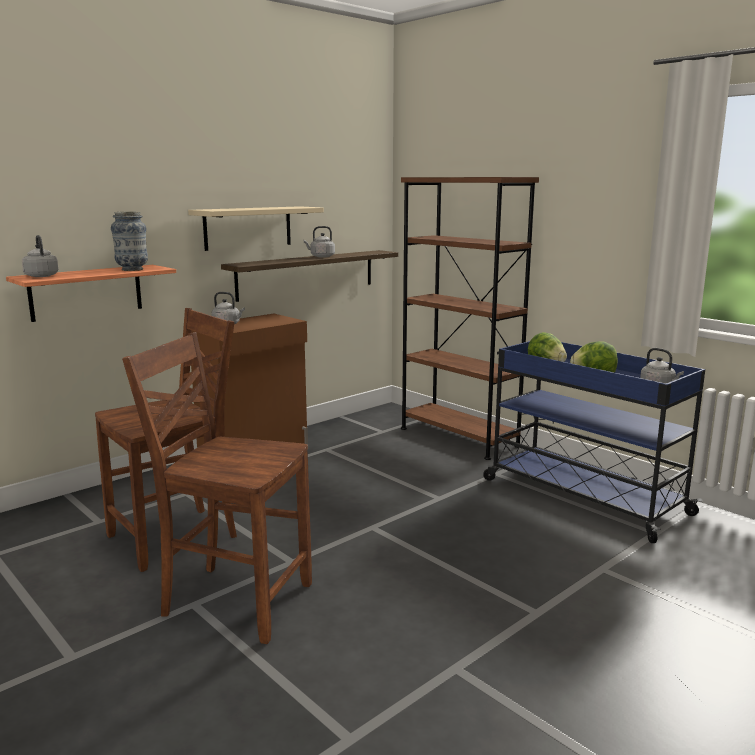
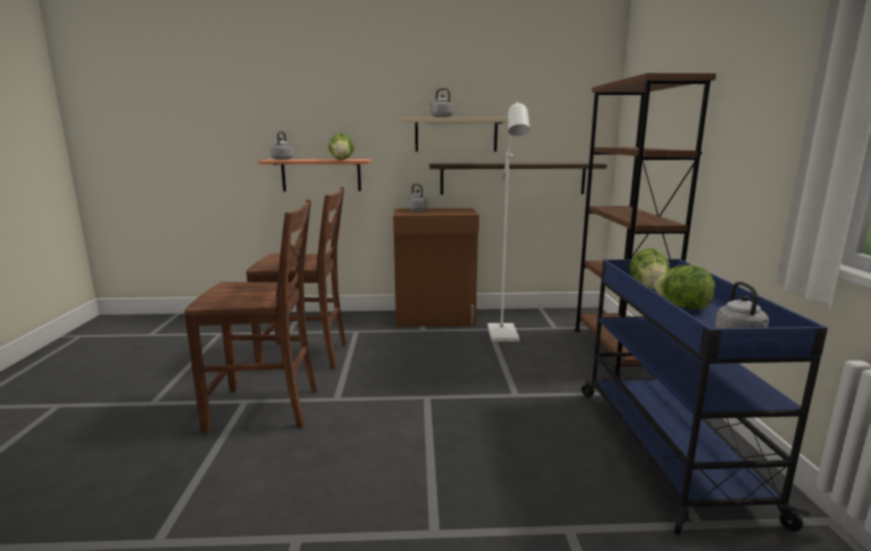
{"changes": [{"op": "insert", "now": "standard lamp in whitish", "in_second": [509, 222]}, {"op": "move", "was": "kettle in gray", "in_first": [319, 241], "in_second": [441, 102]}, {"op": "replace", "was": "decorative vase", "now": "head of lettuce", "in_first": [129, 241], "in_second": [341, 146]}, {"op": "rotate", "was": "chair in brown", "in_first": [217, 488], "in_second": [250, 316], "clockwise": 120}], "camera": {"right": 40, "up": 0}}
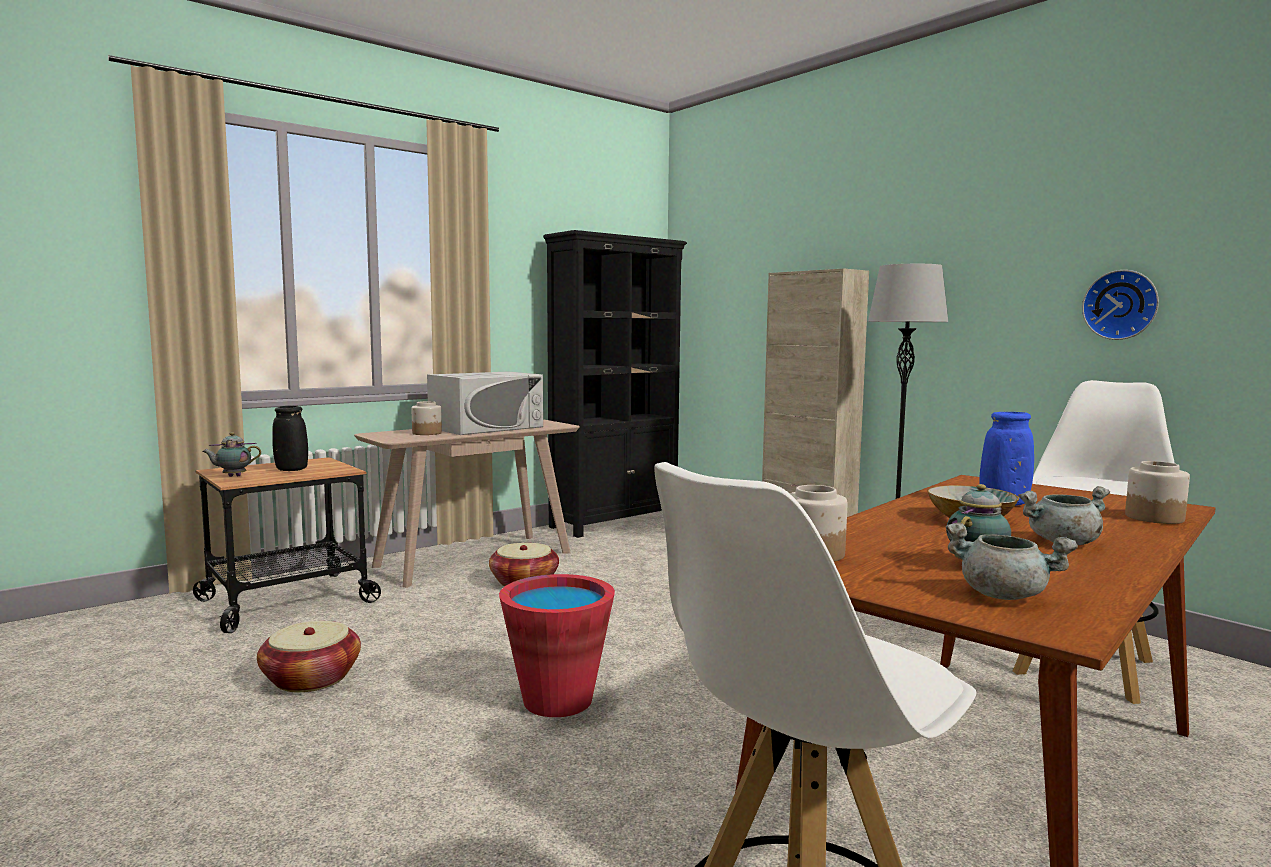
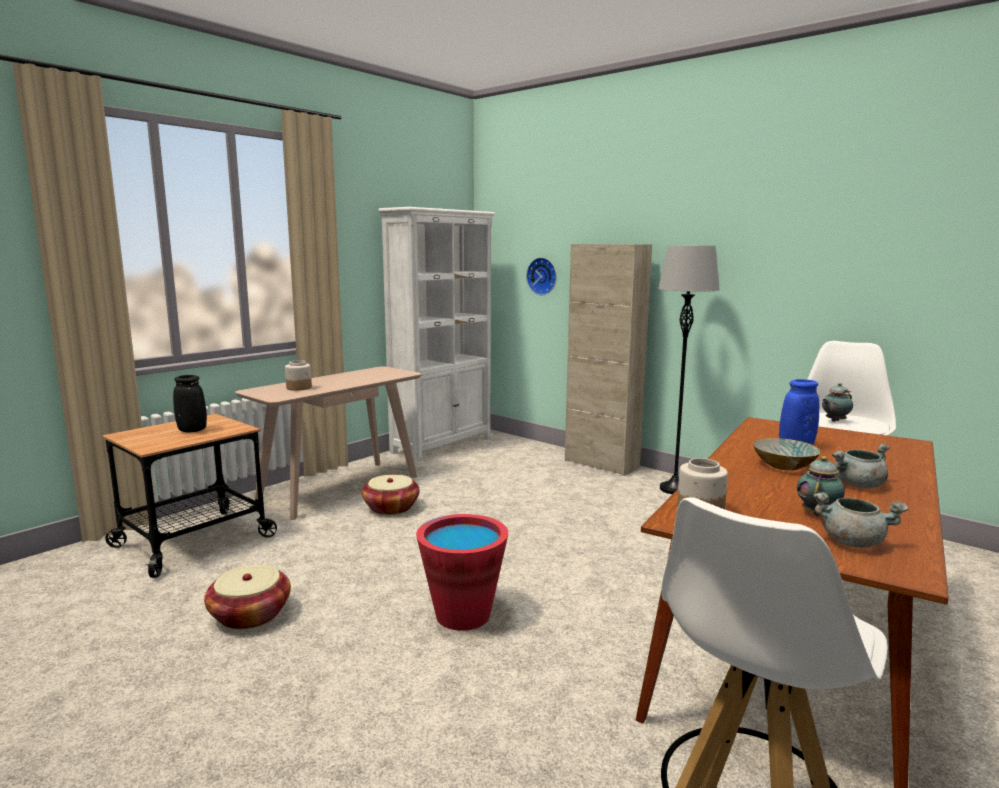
{"changes": [{"op": "delete", "was": "microwave in whitish", "in_first": [485, 403]}, {"op": "delete", "was": "storage jar", "in_first": [1157, 492]}, {"op": "move", "was": "teapot", "in_first": [231, 454], "in_second": [837, 402]}, {"op": "move", "was": "wall clock", "in_first": [1120, 305], "in_second": [541, 276]}, {"op": "recolor", "was": "bookshelf in black", "now": "bookshelf in whitish", "in_first": [615, 384], "in_second": [436, 334]}], "camera": {"right": -10, "up": 5}}
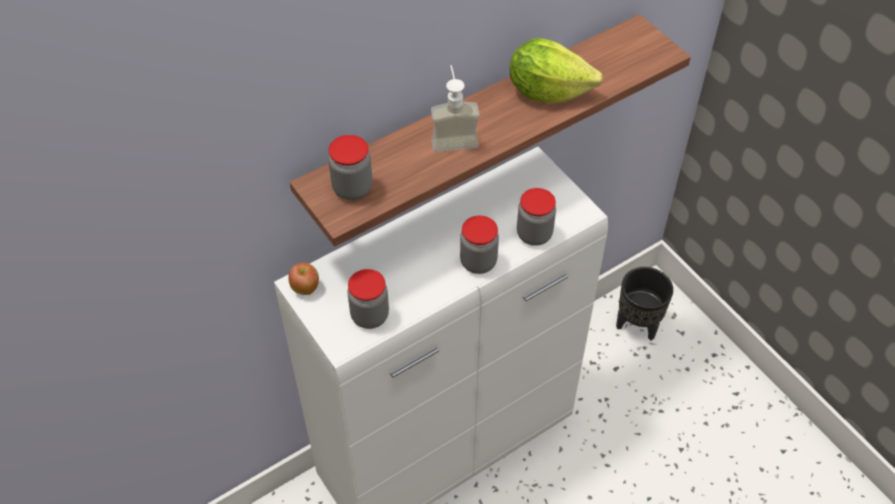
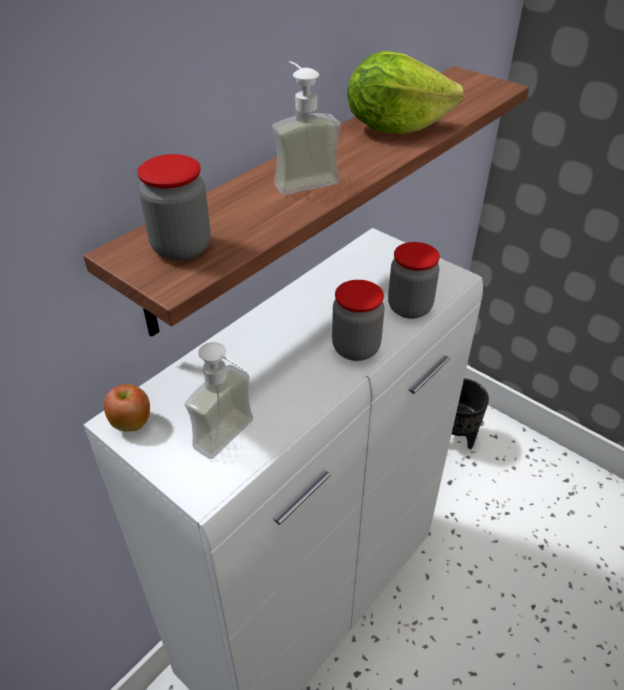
{"changes": [{"op": "replace", "was": "storage jar", "now": "soap bottle", "in_first": [368, 299], "in_second": [219, 400]}], "camera": {"right": -15, "up": -10}}
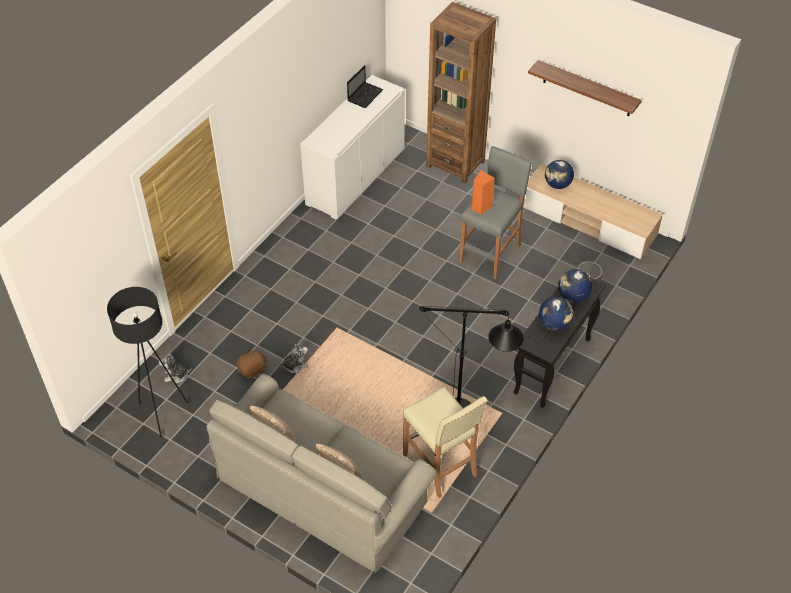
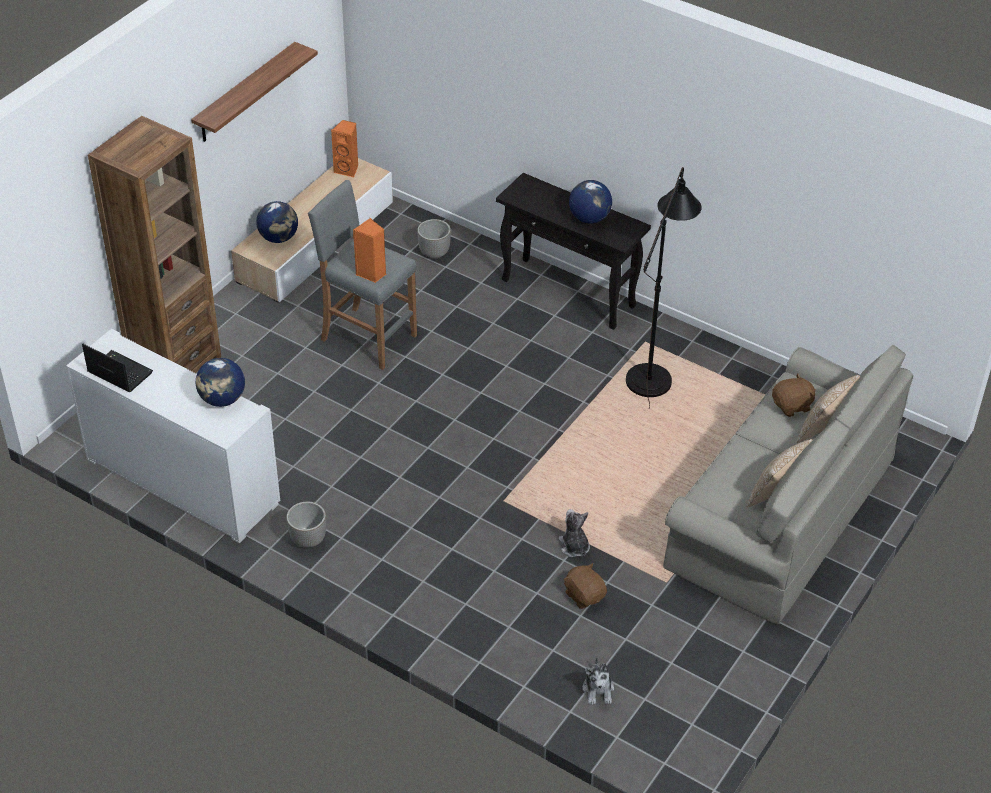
{"changes": [{"op": "delete", "was": "standard lamp in black", "in_first": [147, 362]}, {"op": "delete", "was": "stool in beige", "in_first": [445, 442]}, {"op": "insert", "now": "flower pot", "in_second": [306, 525]}, {"op": "insert", "now": "speaker in orange", "in_second": [345, 148]}, {"op": "insert", "now": "soft toy in brown", "in_second": [794, 395]}, {"op": "move", "was": "world globe", "in_first": [575, 286], "in_second": [220, 382]}], "camera": {"right": -90, "up": -5}}
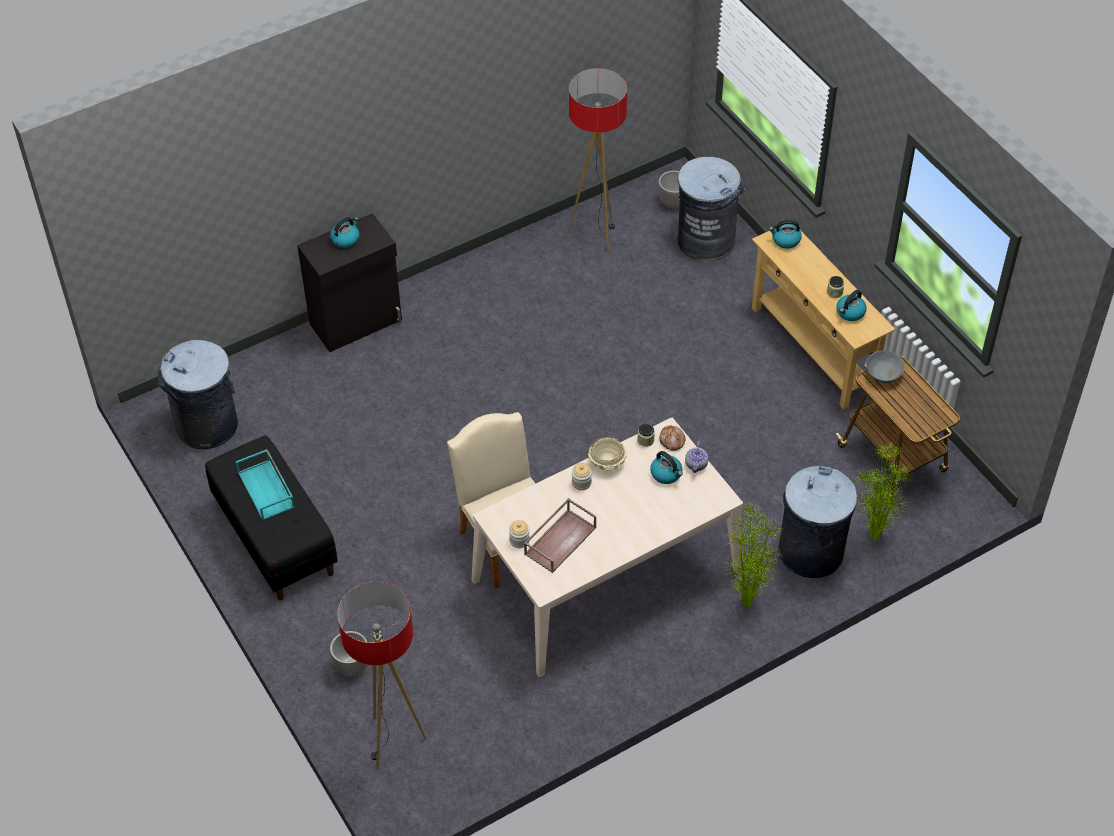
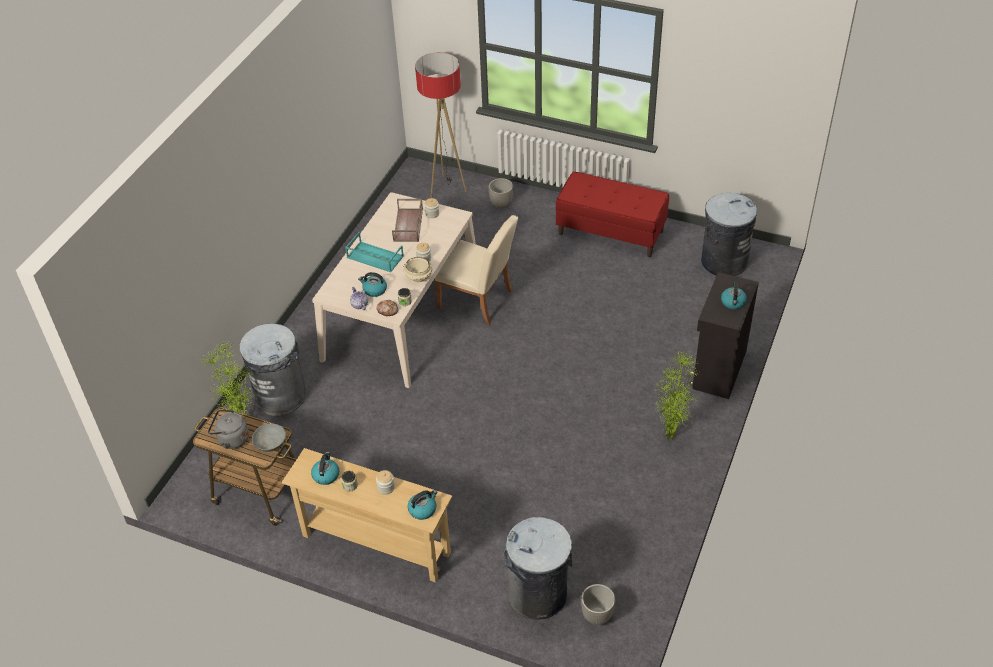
{"changes": [{"op": "delete", "was": "standard lamp", "in_first": [597, 160]}, {"op": "insert", "now": "kettle in gray", "in_second": [228, 429]}, {"op": "insert", "now": "storage jar", "in_second": [385, 482]}, {"op": "move", "was": "tray in turquoise-coloured", "in_first": [265, 484], "in_second": [374, 252]}, {"op": "move", "was": "plant in a pot", "in_first": [753, 555], "in_second": [676, 395]}, {"op": "recolor", "was": "long seat in black", "now": "long seat in red-coloured", "in_first": [271, 518], "in_second": [612, 214]}], "camera": {"right": 145, "up": -5}}
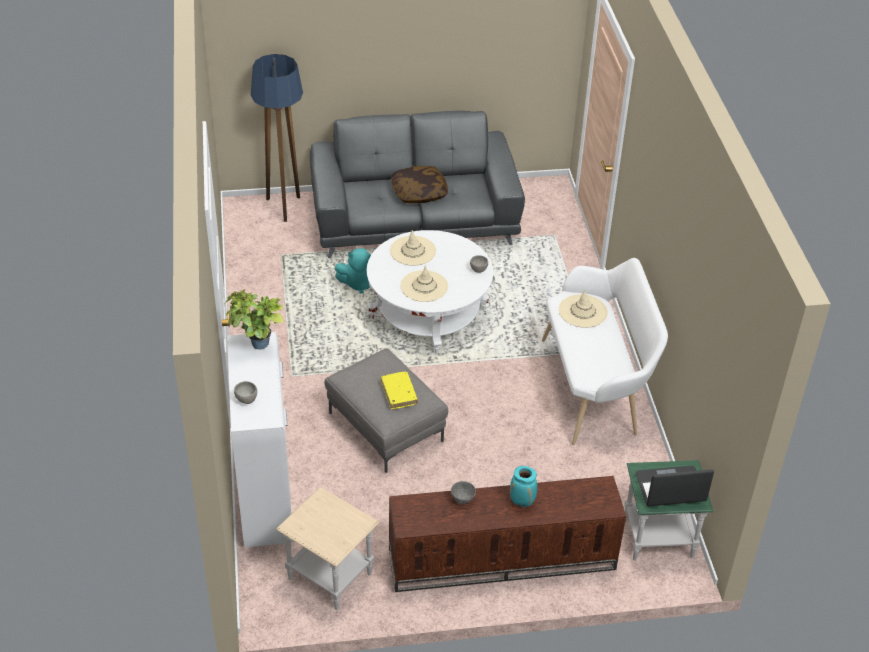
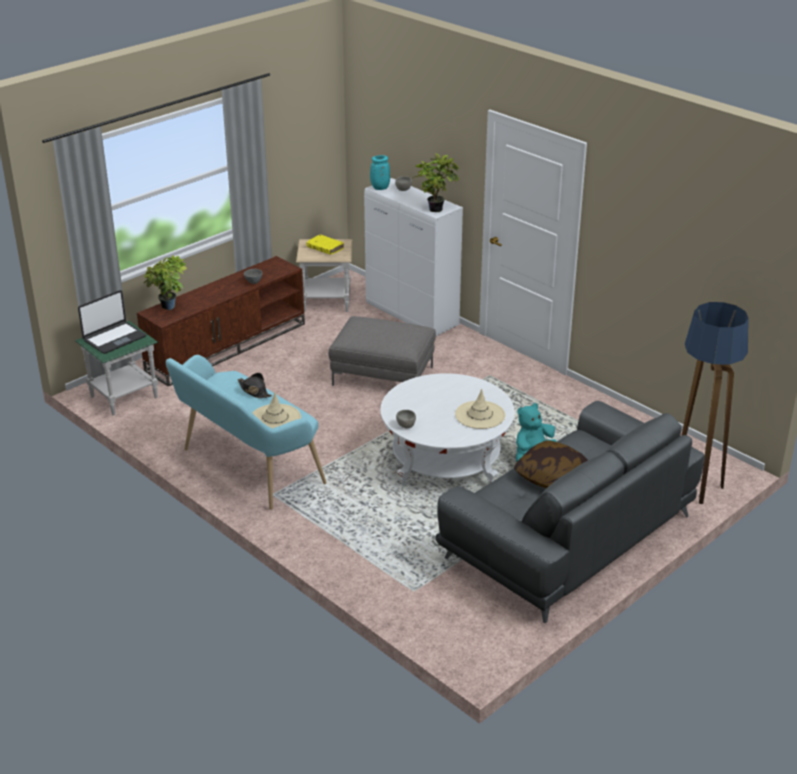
{"changes": [{"op": "delete", "was": "wearable hat in beige", "in_first": [424, 283]}, {"op": "insert", "now": "plant in a pot", "in_second": [165, 282]}, {"op": "insert", "now": "wearable hat in black", "in_second": [255, 385]}, {"op": "move", "was": "book in yellow", "in_first": [399, 390], "in_second": [325, 244]}, {"op": "move", "was": "decorative vase in turquoise-coloured", "in_first": [524, 486], "in_second": [380, 172]}, {"op": "recolor", "was": "long seat in whitish", "now": "long seat in turquoise-coloured", "in_first": [605, 351], "in_second": [246, 432]}], "camera": {"right": 145, "up": -10}}
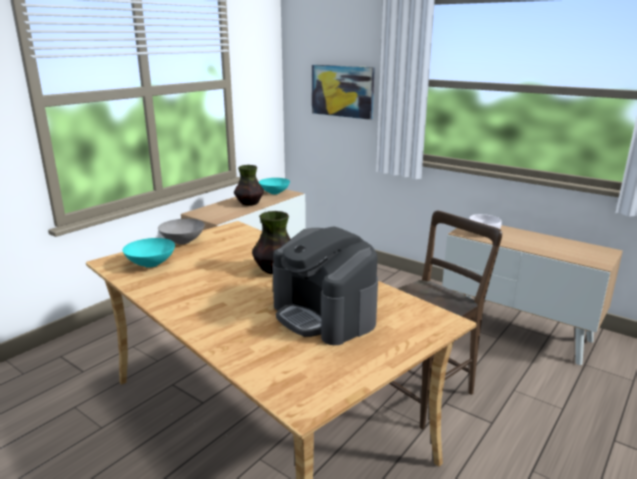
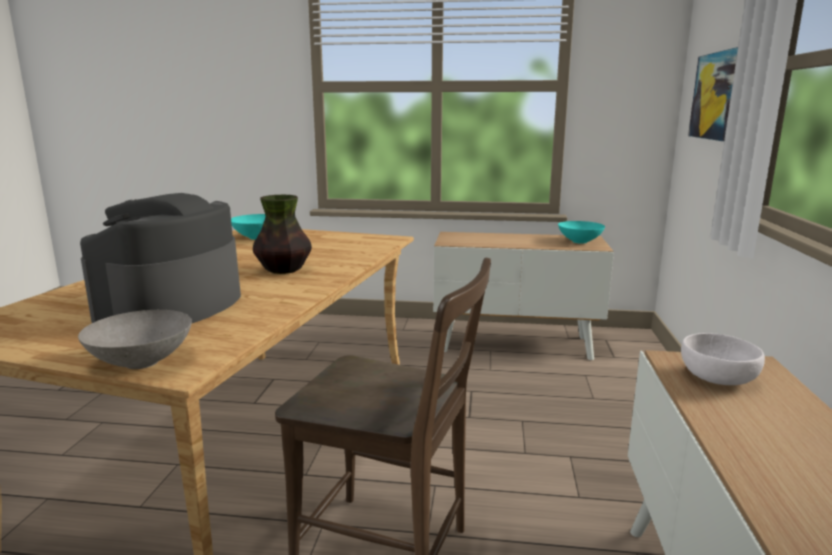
{"changes": [{"op": "delete", "was": "decorative vase", "in_first": [249, 185]}, {"op": "move", "was": "bowl in gray", "in_first": [181, 231], "in_second": [135, 339]}], "camera": {"right": 60, "up": -5}}
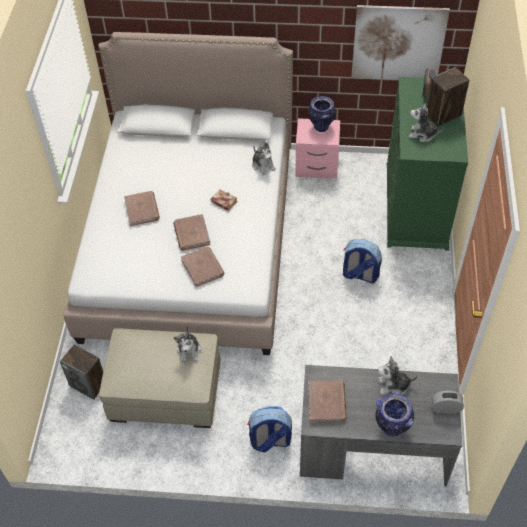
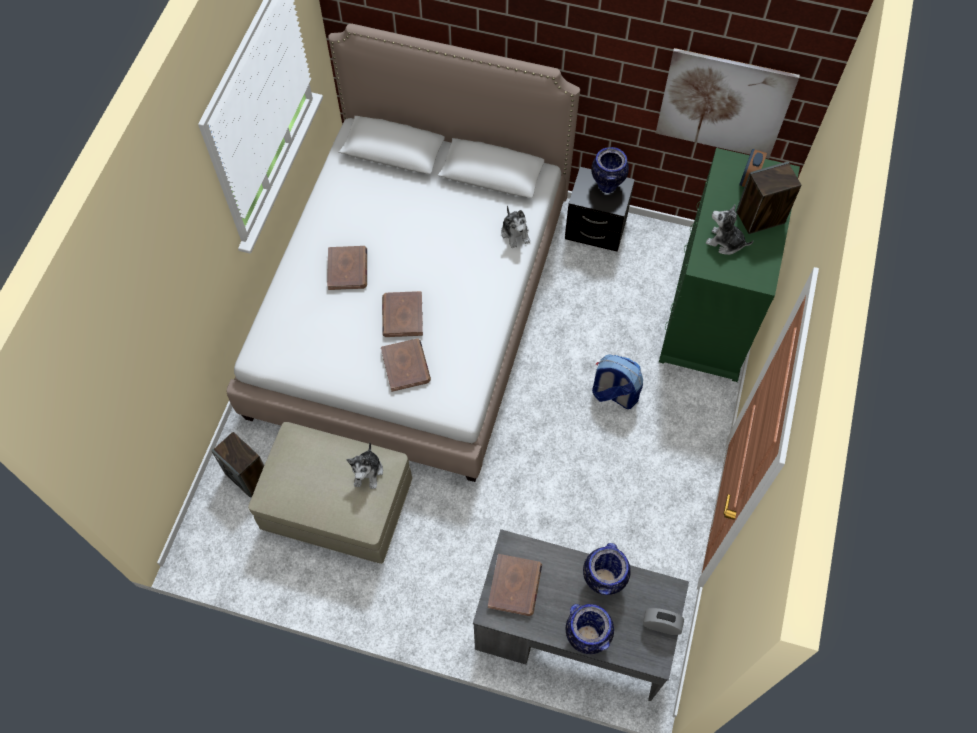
{"changes": [{"op": "delete", "was": "book", "in_first": [224, 200]}, {"op": "delete", "was": "knapsack", "in_first": [269, 429]}, {"op": "replace", "was": "soft toy", "now": "decorative vase", "in_first": [397, 375], "in_second": [607, 569]}, {"op": "recolor", "was": "nightstand in pink", "now": "nightstand in black", "in_first": [317, 148], "in_second": [600, 209]}], "camera": {"right": 10, "up": 10}}
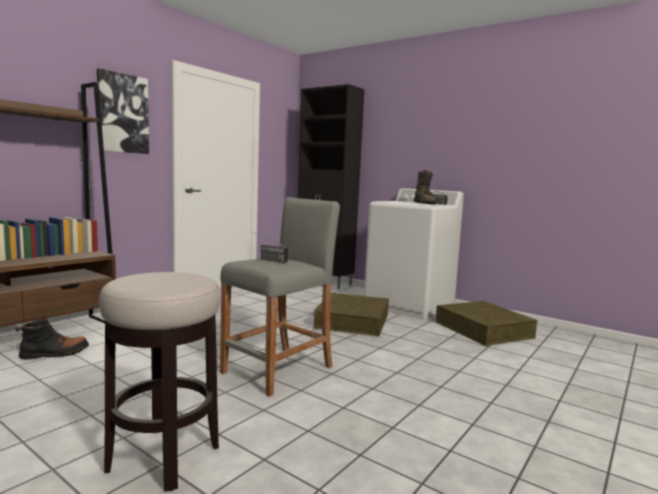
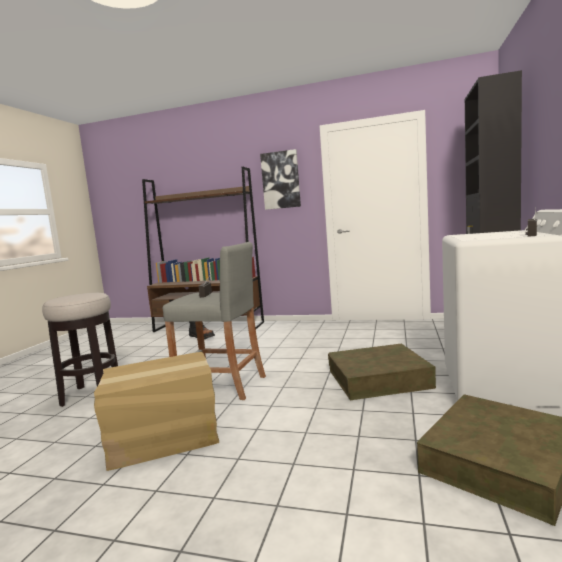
{"changes": [{"op": "delete", "was": "high-top boot in brown", "in_first": [425, 187]}, {"op": "insert", "now": "packing box", "in_second": [156, 411]}], "camera": {"right": 70, "up": 0}}
